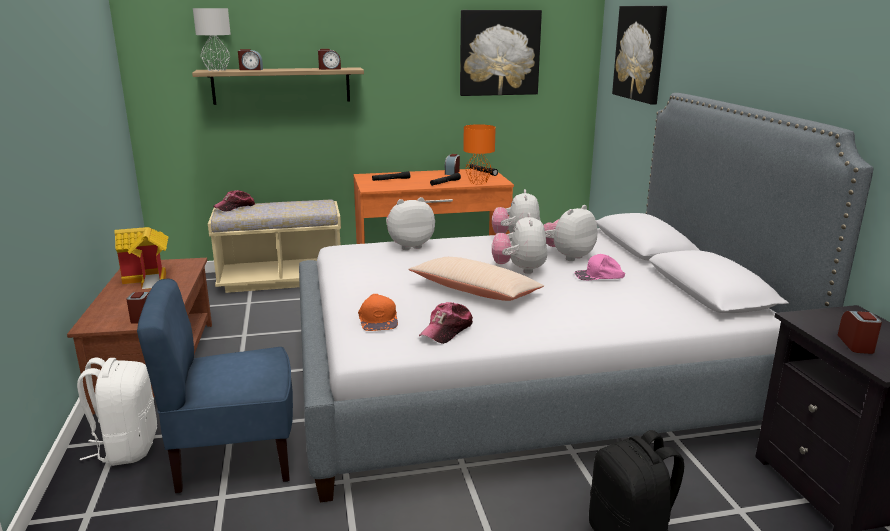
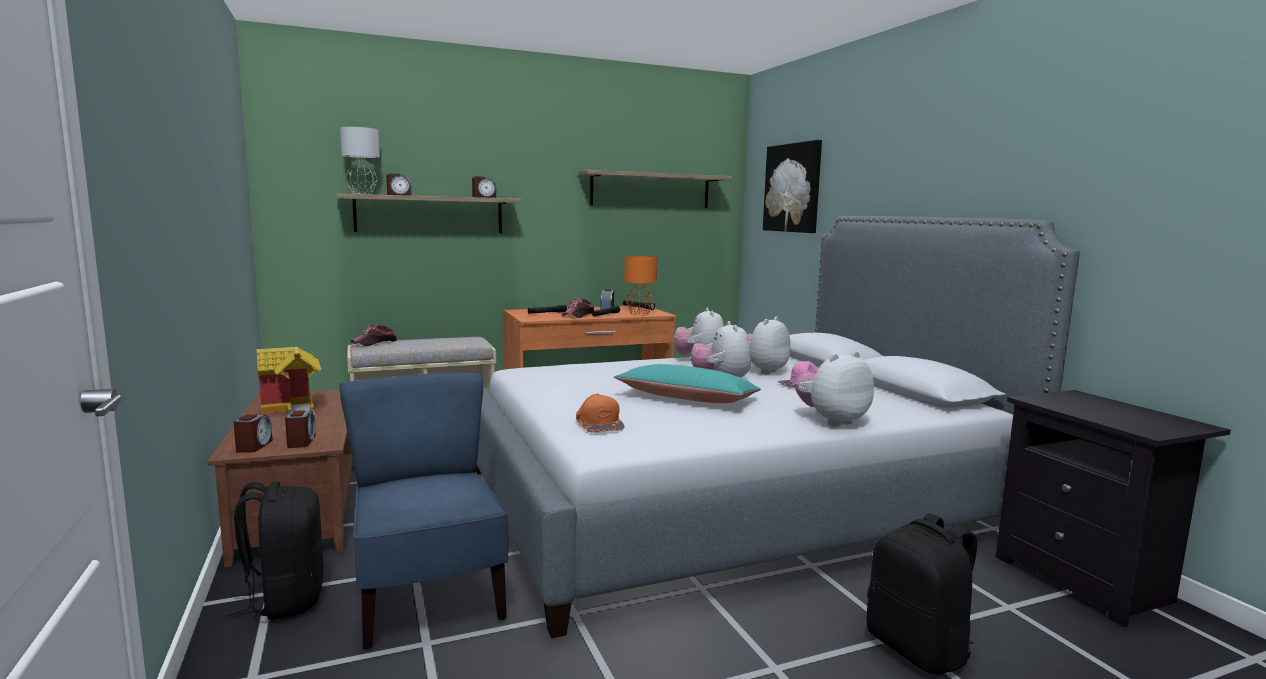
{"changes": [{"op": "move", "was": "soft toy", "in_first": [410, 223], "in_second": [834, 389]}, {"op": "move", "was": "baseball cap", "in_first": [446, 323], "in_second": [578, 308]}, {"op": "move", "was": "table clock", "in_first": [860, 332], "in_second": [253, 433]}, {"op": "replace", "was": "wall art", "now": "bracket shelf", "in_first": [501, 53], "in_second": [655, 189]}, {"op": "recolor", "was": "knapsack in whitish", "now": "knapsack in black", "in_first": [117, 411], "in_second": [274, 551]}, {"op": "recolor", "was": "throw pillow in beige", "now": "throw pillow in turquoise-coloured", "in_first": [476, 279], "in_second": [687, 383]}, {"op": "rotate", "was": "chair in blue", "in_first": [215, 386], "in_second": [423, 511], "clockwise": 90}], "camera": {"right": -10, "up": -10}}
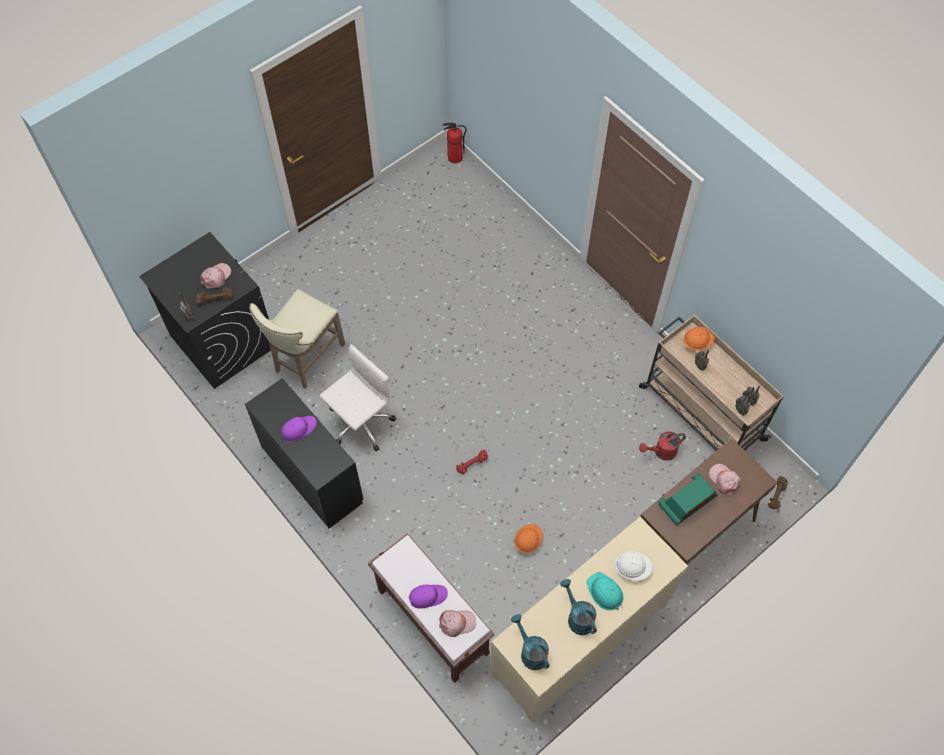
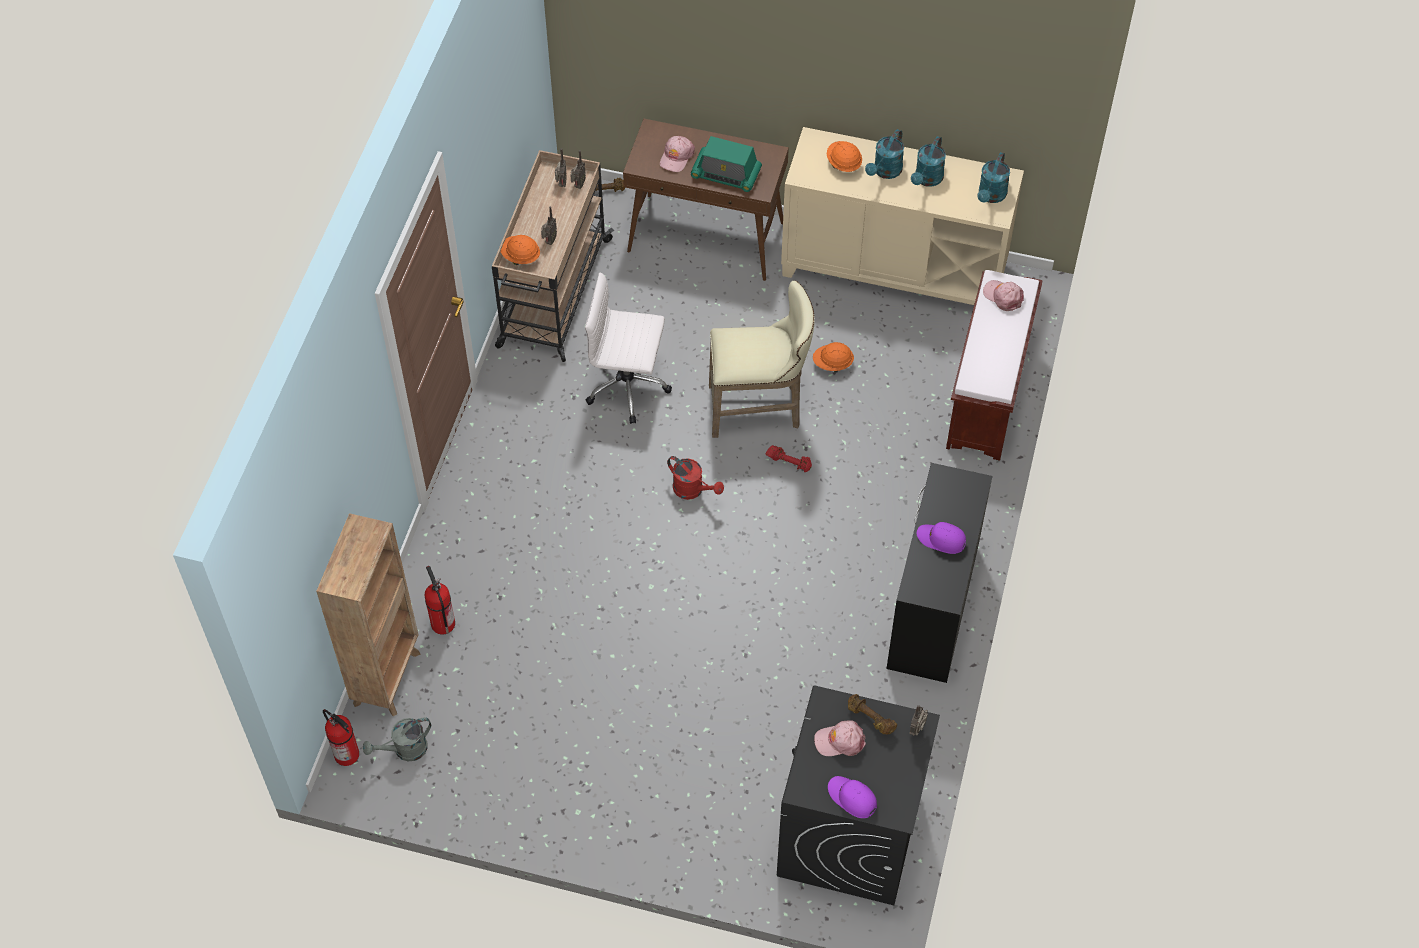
{"changes": [{"op": "insert", "now": "bookshelf in brown", "in_second": [368, 614]}, {"op": "insert", "now": "sprinkling can in gray", "in_second": [397, 739]}, {"op": "insert", "now": "extinguisher", "in_second": [440, 600]}, {"op": "move", "was": "stool in beige", "in_first": [297, 339], "in_second": [762, 359]}, {"op": "move", "was": "desk chair in whitish", "in_first": [357, 397], "in_second": [628, 348]}, {"op": "move", "was": "baseball cap in purple", "in_first": [428, 597], "in_second": [852, 797]}, {"op": "move", "was": "sprinkling can in red-coloured", "in_first": [662, 445], "in_second": [695, 478]}, {"op": "replace", "was": "work helmet in turquoise-coloured", "now": "sprinkling can in turquoise-coloured", "in_first": [604, 591], "in_second": [884, 154]}, {"op": "recolor", "was": "work helmet in whitish", "now": "work helmet in orange", "in_first": [633, 566], "in_second": [844, 156]}], "camera": {"right": -125, "up": -5}}
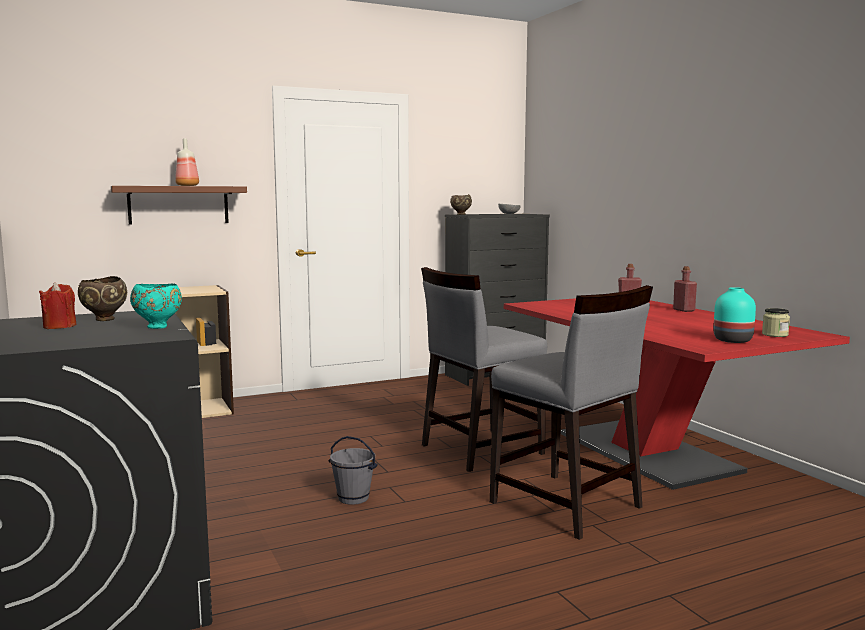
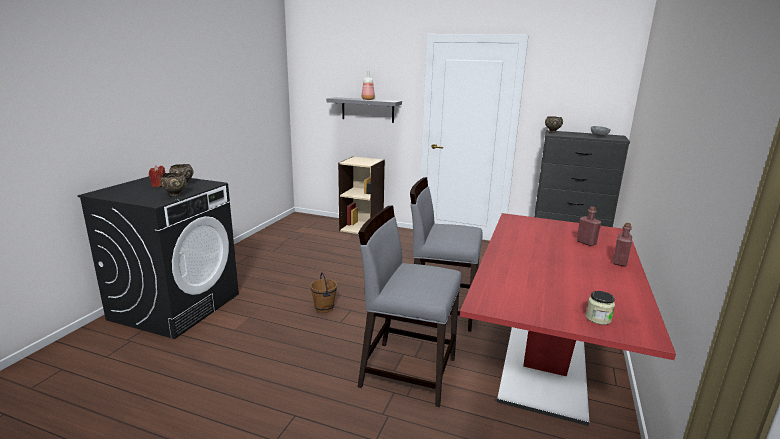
{"changes": [{"op": "delete", "was": "decorative vase in turquoise-coloured", "in_first": [735, 315]}, {"op": "recolor", "was": "bracket shelf in brown", "now": "bracket shelf in gray", "in_first": [179, 205], "in_second": [364, 110]}, {"op": "recolor", "was": "bowl in turquoise-coloured", "now": "bowl in brown", "in_first": [156, 306], "in_second": [173, 185]}, {"op": "recolor", "was": "pail in gray", "now": "pail in brown", "in_first": [353, 470], "in_second": [323, 293]}, {"op": "rotate", "was": "chair in gray", "in_first": [571, 412], "in_second": [410, 306], "clockwise": 105}], "camera": {"right": 45, "up": 10}}
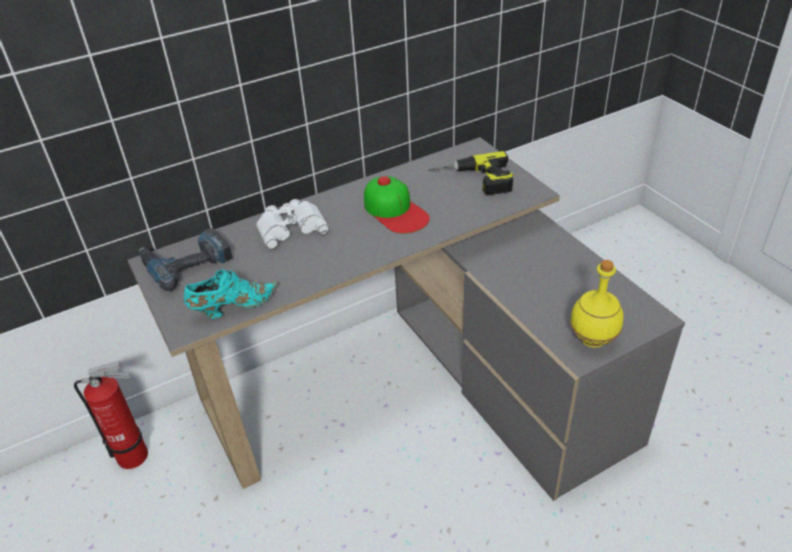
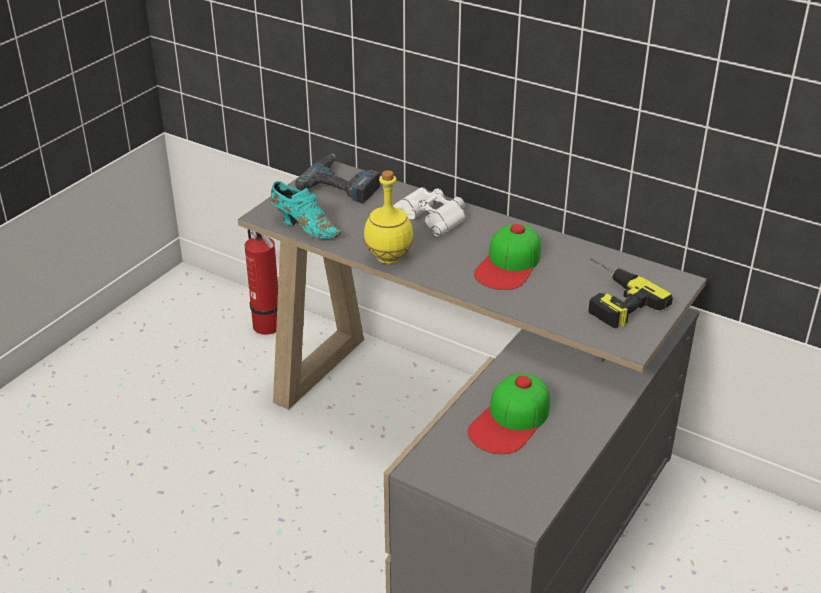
{"changes": [{"op": "insert", "now": "baseball cap", "in_second": [509, 414]}, {"op": "move", "was": "bottle in yellow", "in_first": [597, 304], "in_second": [389, 217]}], "camera": {"right": 60, "up": -5}}
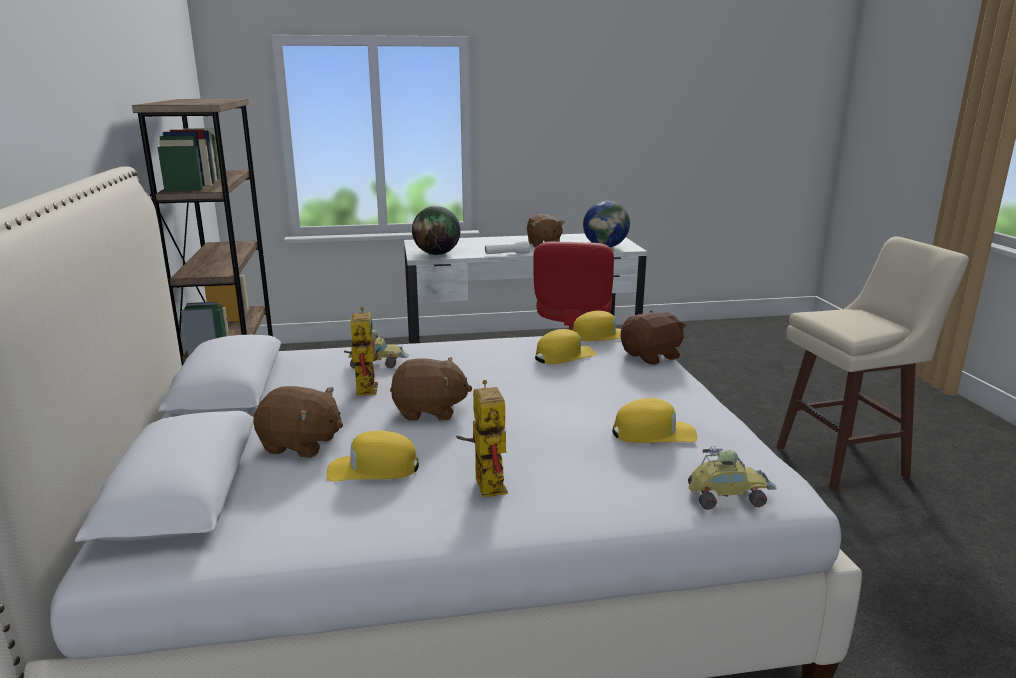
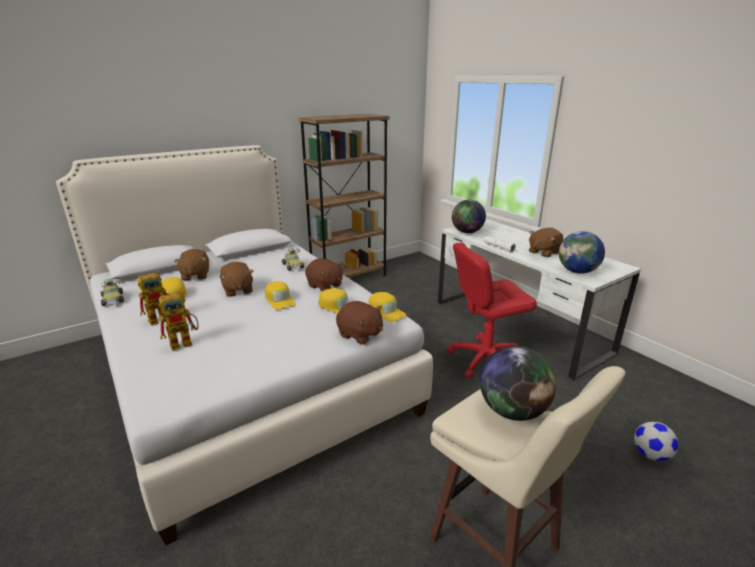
{"changes": [{"op": "insert", "now": "soft toy in brown", "in_second": [324, 275]}, {"op": "insert", "now": "world globe", "in_second": [518, 383]}, {"op": "insert", "now": "football", "in_second": [656, 441]}, {"op": "move", "was": "toy robot", "in_first": [363, 351], "in_second": [178, 321]}, {"op": "move", "was": "baseball cap in yellow", "in_first": [654, 420], "in_second": [280, 295]}, {"op": "move", "was": "toy car", "in_first": [732, 478], "in_second": [112, 292]}], "camera": {"right": 65, "up": 5}}
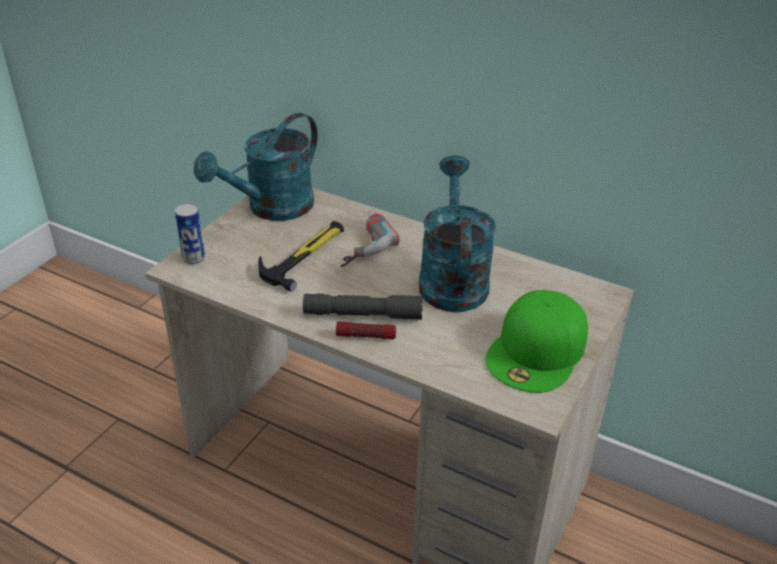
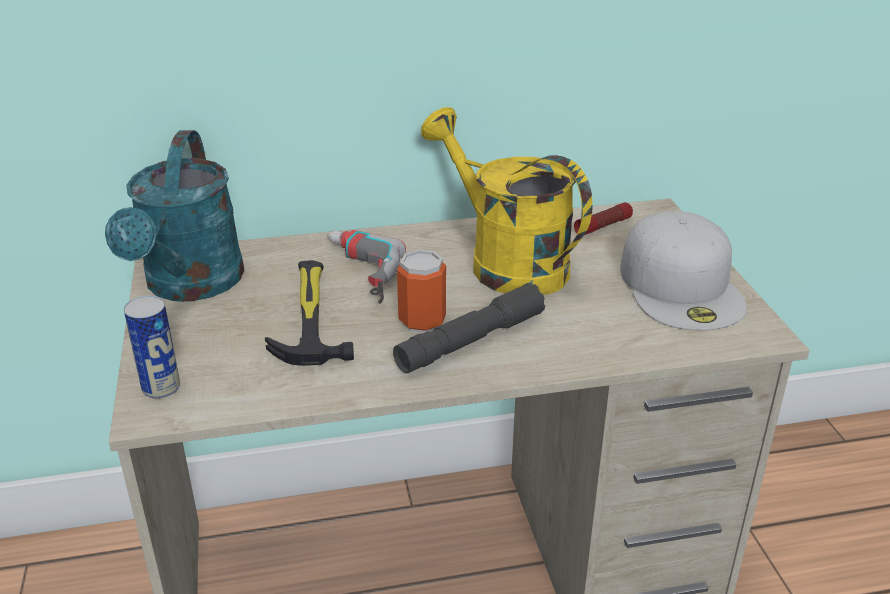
{"changes": [{"op": "insert", "now": "can", "in_second": [421, 291]}, {"op": "move", "was": "torch", "in_first": [366, 330], "in_second": [603, 218]}, {"op": "recolor", "was": "sprinkling can in turquoise-coloured", "now": "sprinkling can in yellow", "in_first": [457, 233], "in_second": [507, 201]}, {"op": "recolor", "was": "baseball cap in green", "now": "baseball cap in whitish", "in_first": [536, 341], "in_second": [683, 270]}], "camera": {"right": -40, "up": -5}}
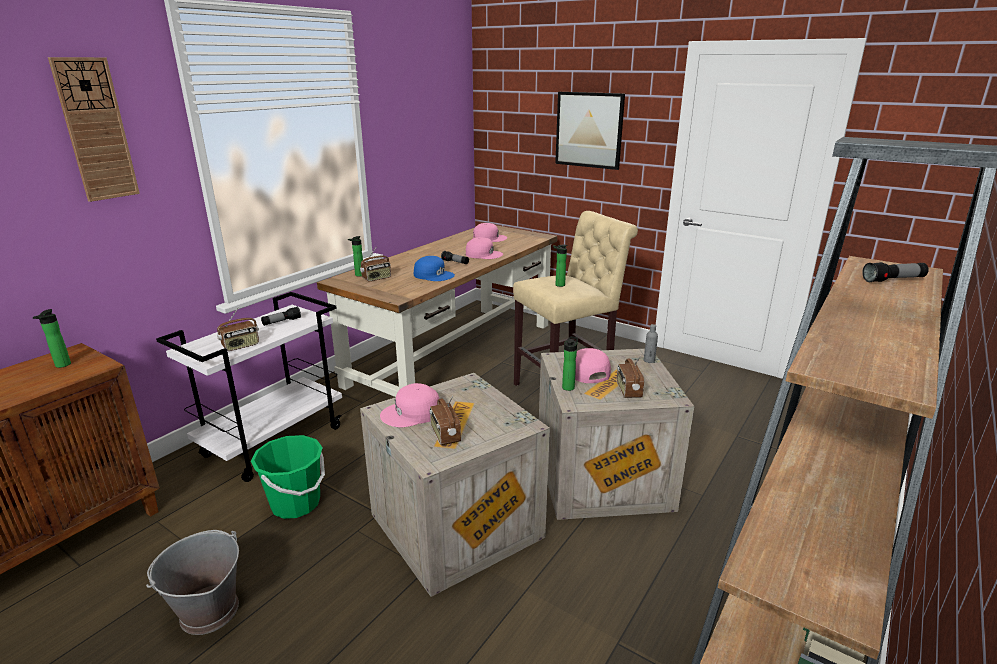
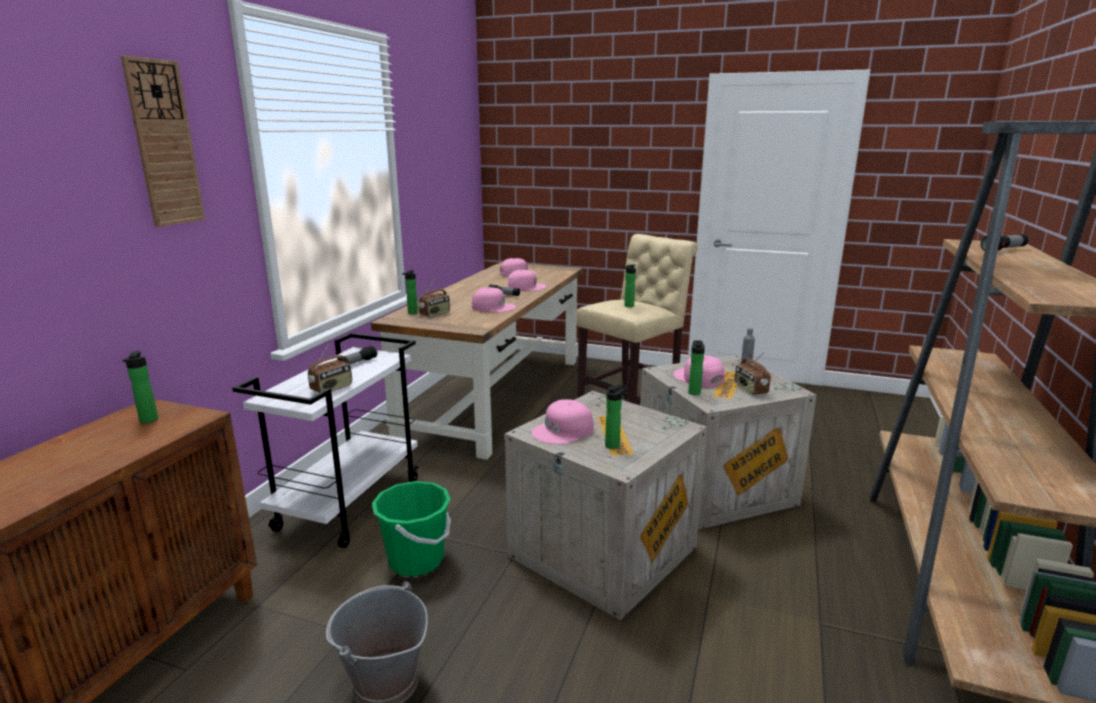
{"changes": [{"op": "delete", "was": "wall art", "in_first": [590, 131]}, {"op": "replace", "was": "radio set", "now": "bottle", "in_first": [445, 420], "in_second": [616, 416]}, {"op": "recolor", "was": "baseball cap in blue", "now": "baseball cap in pink", "in_first": [434, 268], "in_second": [494, 299]}], "camera": {"right": -15, "up": -5}}
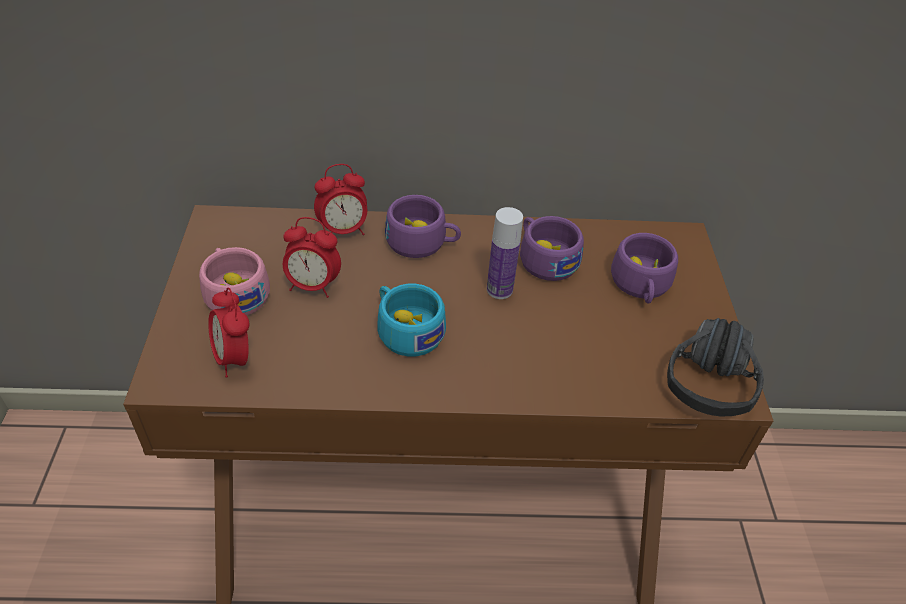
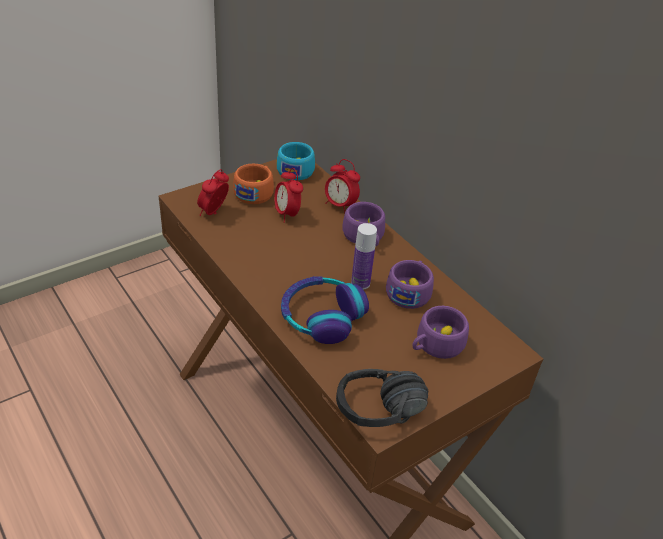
{"changes": [{"op": "insert", "now": "headphones", "in_second": [325, 310]}, {"op": "move", "was": "cup in turquoise-coloured", "in_first": [412, 320], "in_second": [295, 161]}, {"op": "recolor", "was": "cup in pink", "now": "cup in orange", "in_first": [234, 281], "in_second": [253, 184]}], "camera": {"right": 55, "up": -5}}
